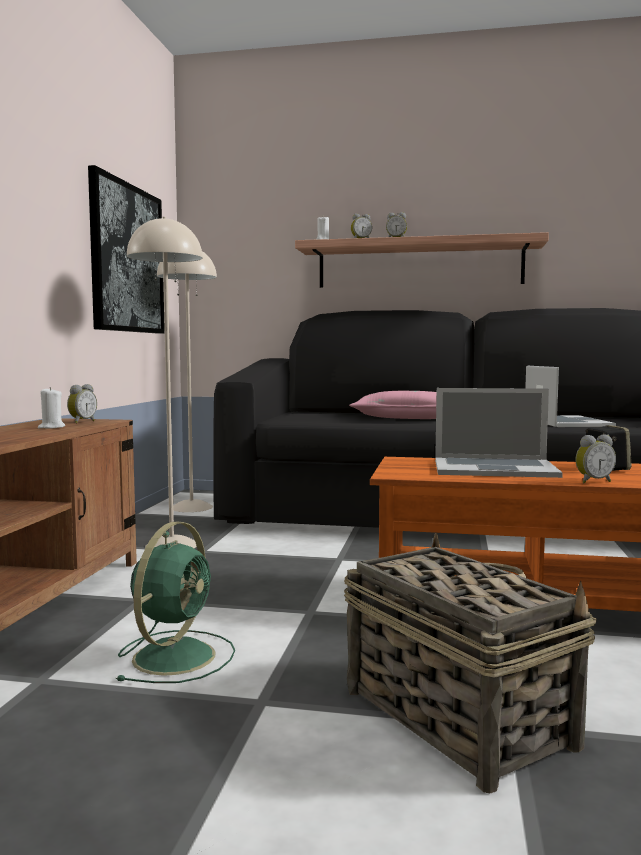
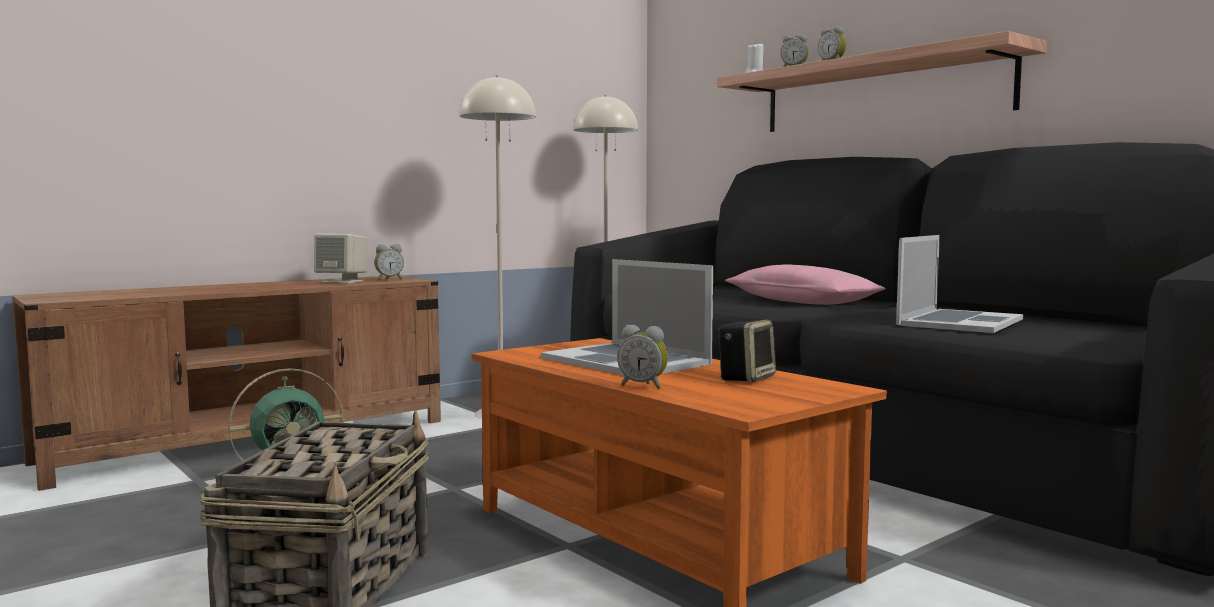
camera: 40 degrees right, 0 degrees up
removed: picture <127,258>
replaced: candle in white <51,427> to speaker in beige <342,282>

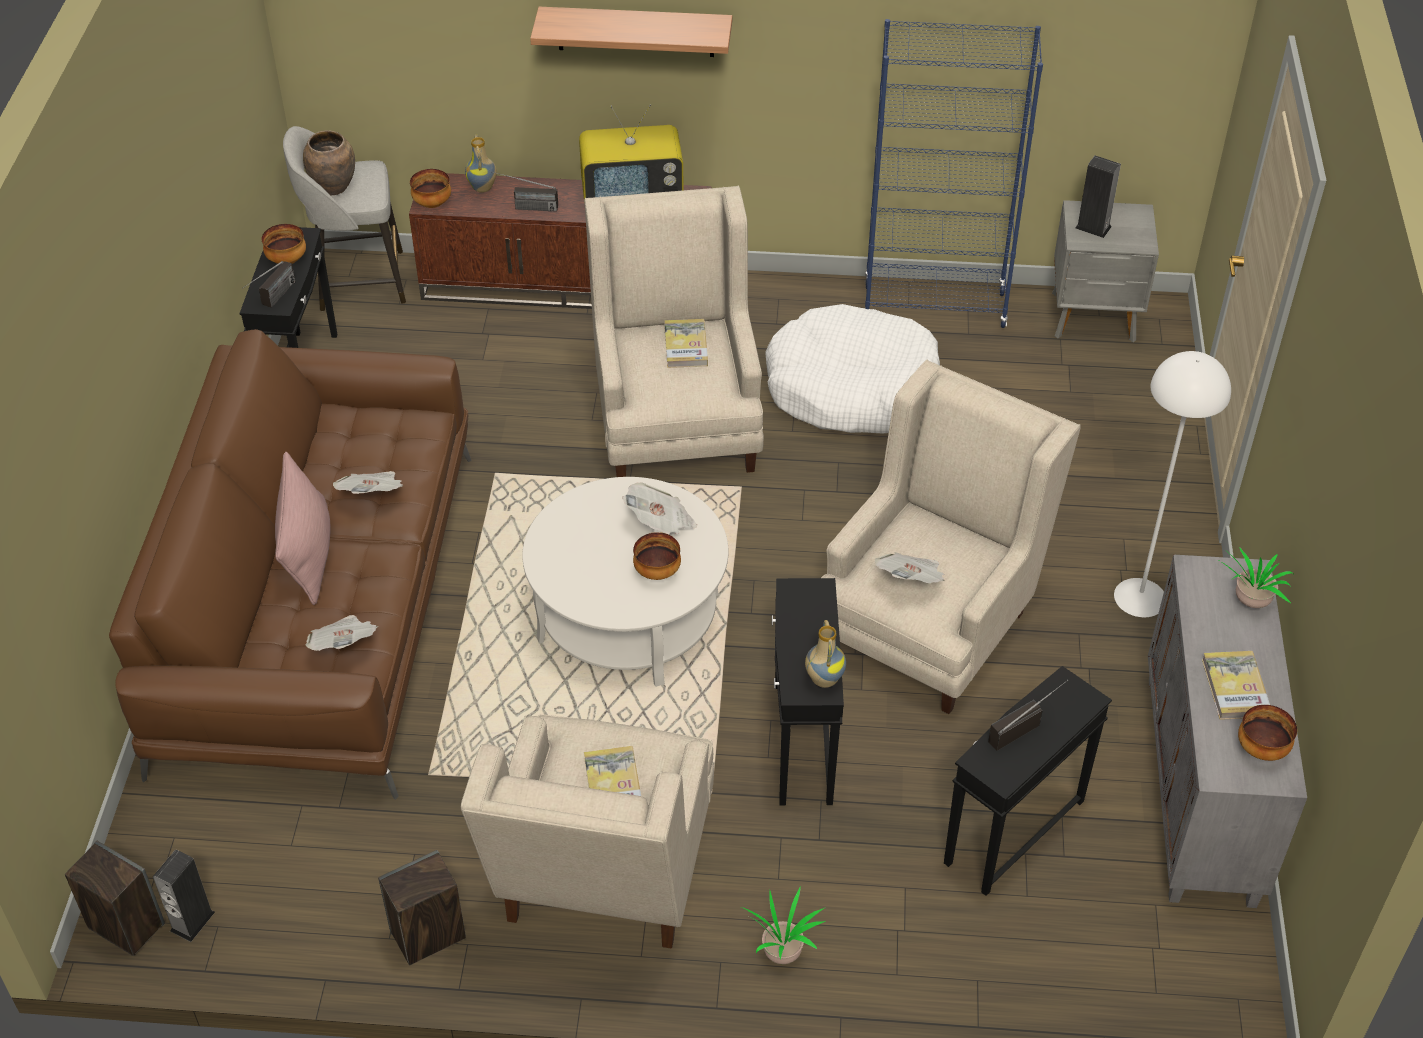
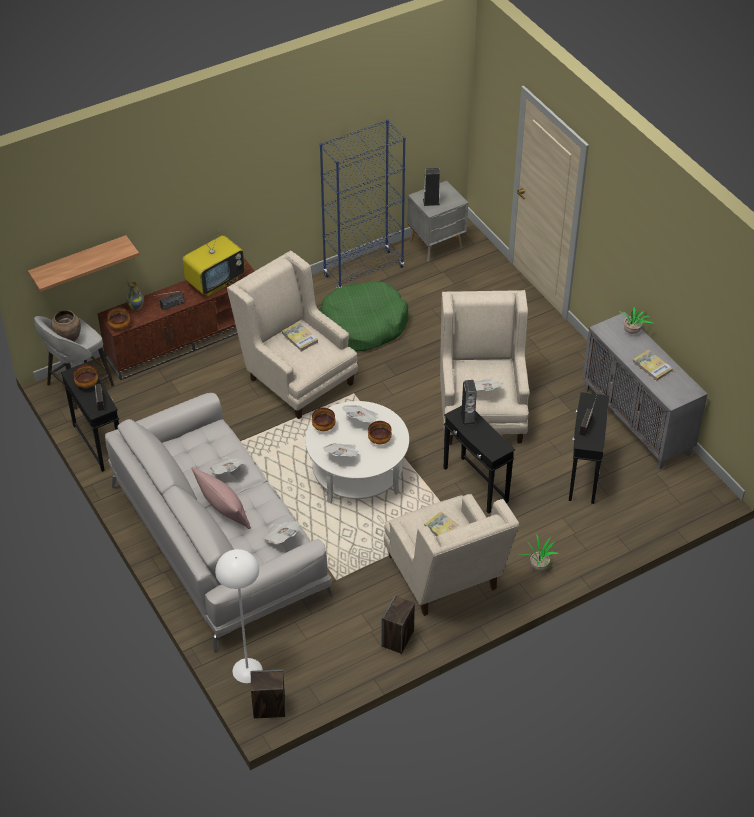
camera: 35 degrees left, 0 degrees up
removed: vase <823,679>
added: newspaper <342,456>
moved: shelf <635,31> to <79,262>; floor lamp in white <1139,597> to <247,670>; bowl <1262,749> to <324,427>; speaker <192,921> to <468,418>
recoloured: sofa in brown <321,605> to sofa in grey <217,539>; dog bed in white <852,388> to dog bed in green <361,326>

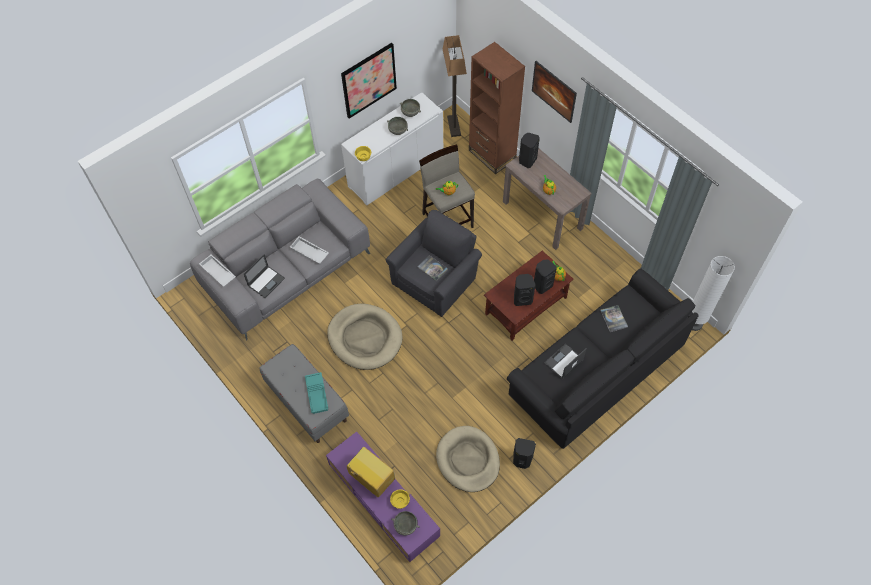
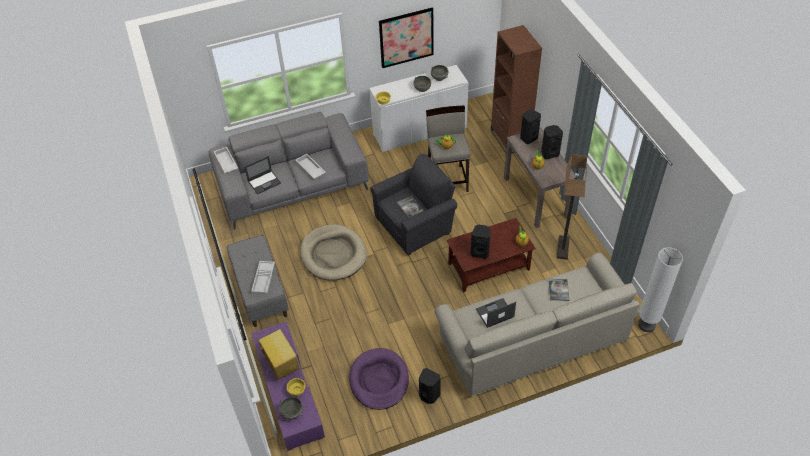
camera: 20 degrees right, 10 degrees down
removed: picture <553,98>
moved: speaker in black <542,285> to <549,153>; floor lamp <454,126> to <563,248>
recoloured: tray in turquoise <317,394> to tray in white <264,279>; dog bed in beige <468,460> to dog bed in purple <379,380>; sofa in black <597,371> to sofa in beige <533,340>

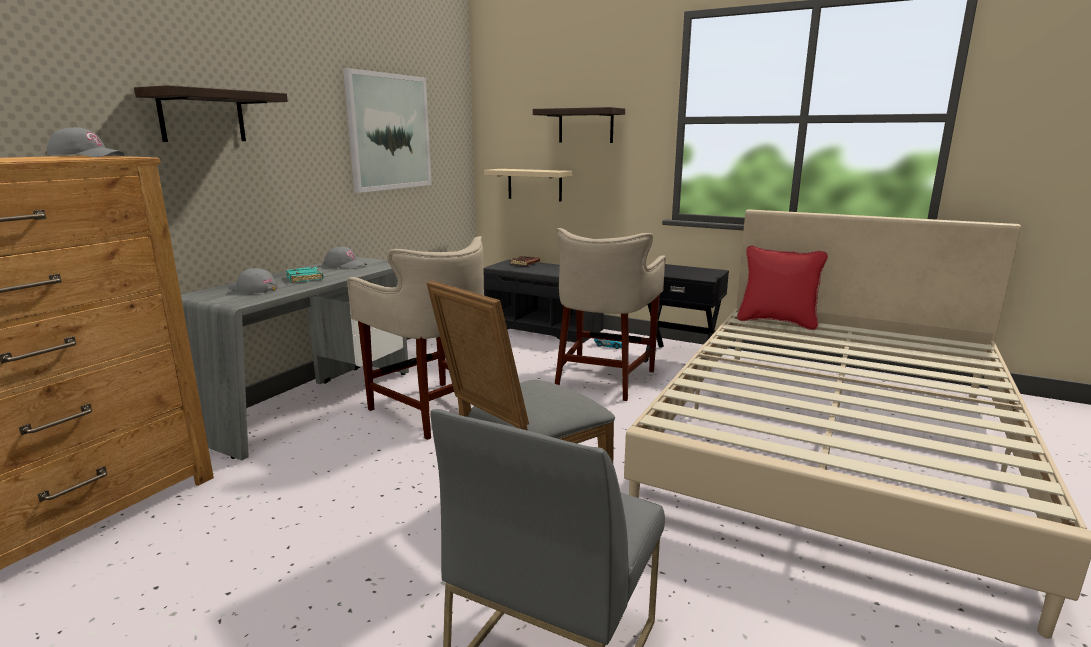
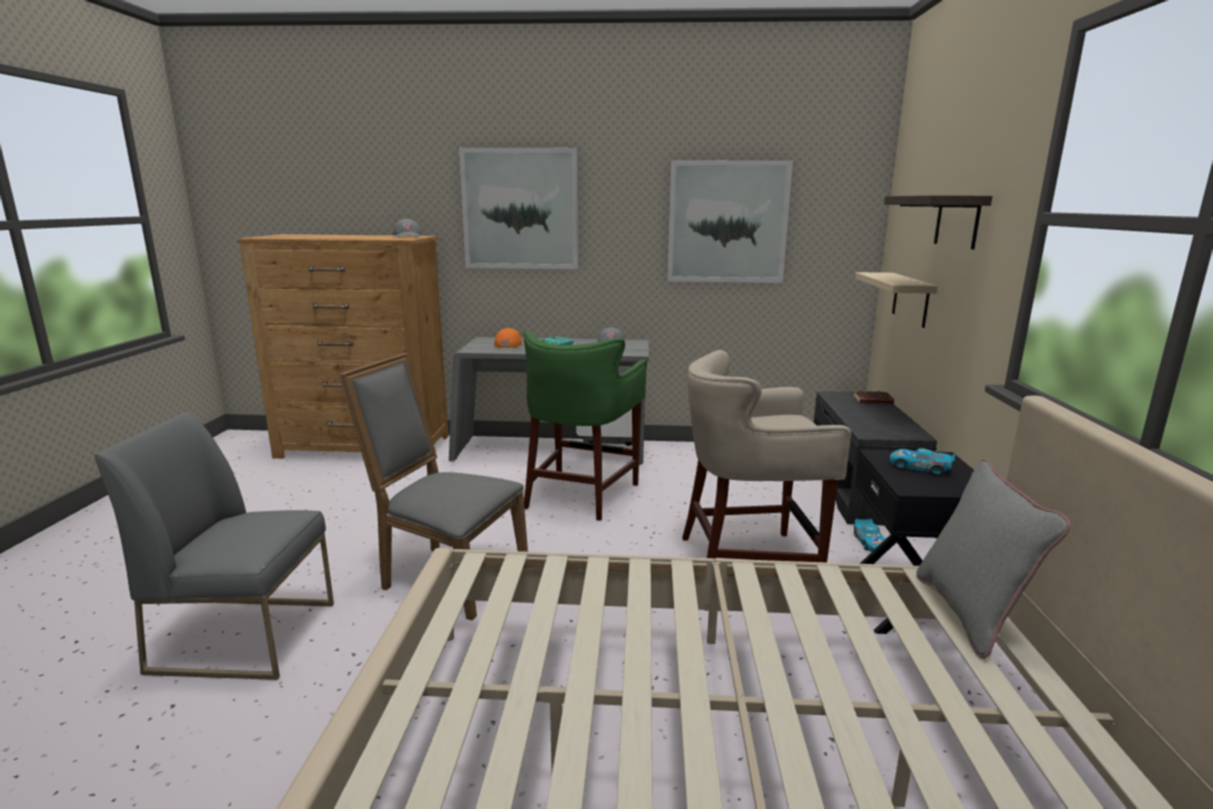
camera: 65 degrees right, 0 degrees up
added: toy car <920,468>
replaced: shelf <202,116> to picture <520,209>
recoloured: cap in grey <252,289> to cap in orange <509,344>; stool in beige <432,409> to stool in green <581,494>; pillow in red <777,322> to pillow in grey <970,614>

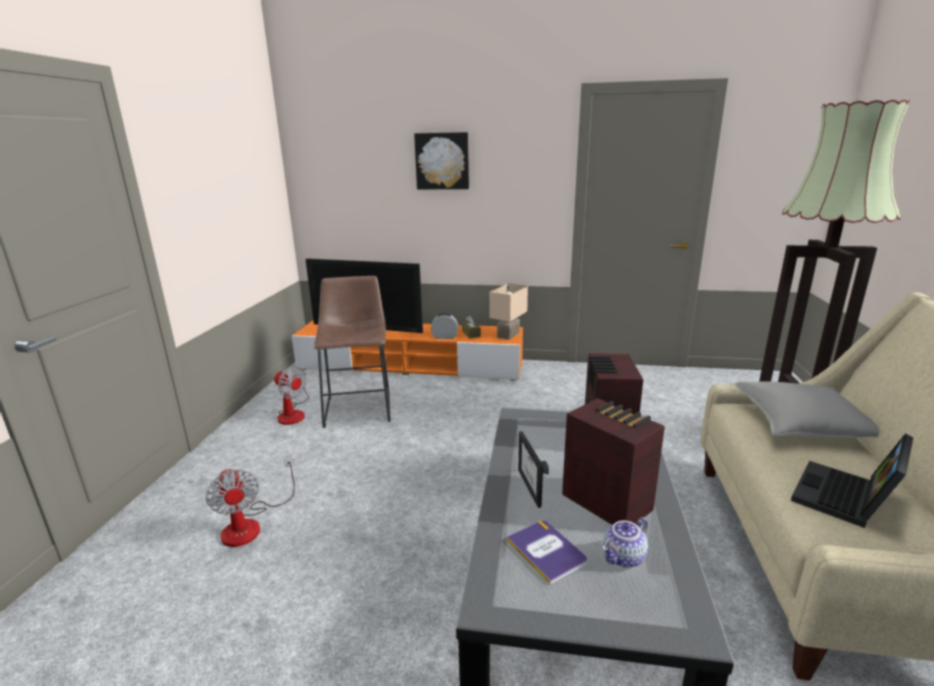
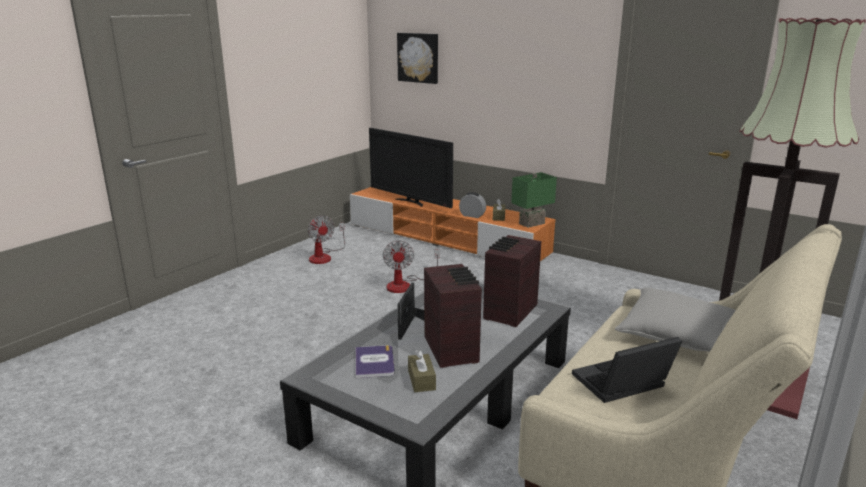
camera: 25 degrees right, 0 degrees up
removed: stool in brown <359,406>
moved: fan <251,524> to <405,285>; picture <442,161> to <418,57>
replaced: teapot <624,558> to tissue box in brown <421,380>
recoloured: table lamp in beige <507,335> to table lamp in green <531,223>

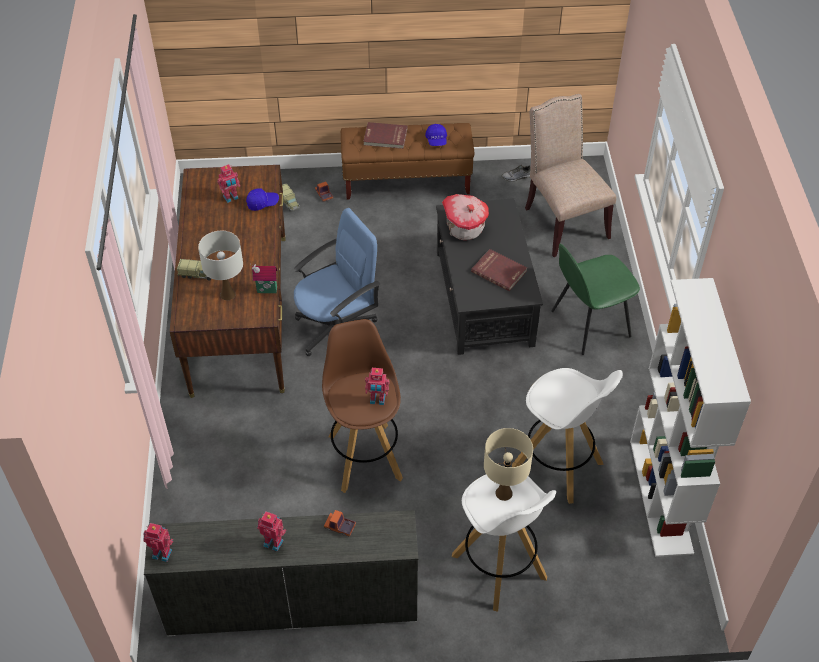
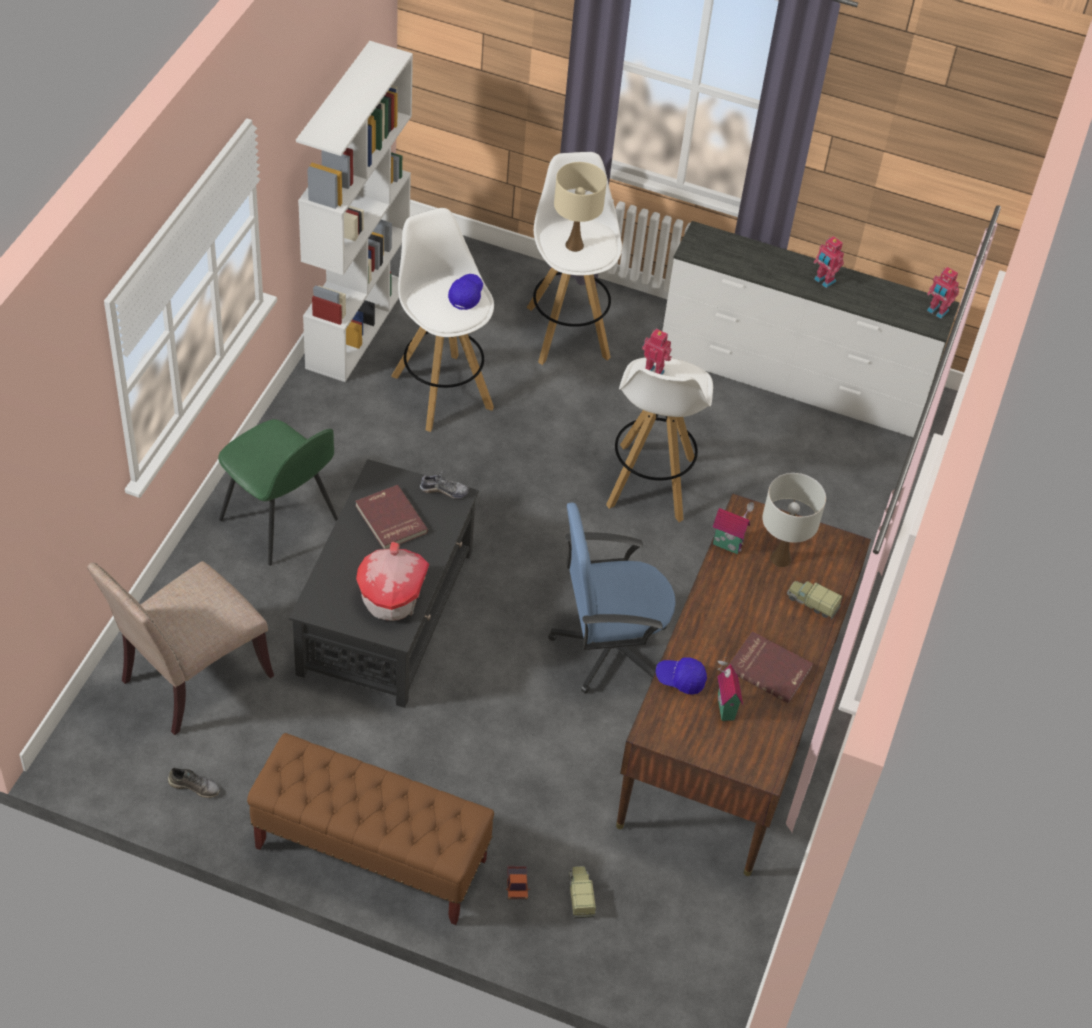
camera: 160 degrees left, 0 degrees up
removed: toy truck <340,527>
added: shoe <444,490>
moved: cap in blue <436,140> to <466,295>; book in red <385,137> to <770,668>
replaced: toy robot <231,198> to toy house <723,708>
recoloured: stool in brown <364,456> to stool in white <650,483>
turned: chair in beige <562,221> = <190,679> 45 degrees clockwise; chair in green <588,324> = <280,522> 45 degrees clockwise

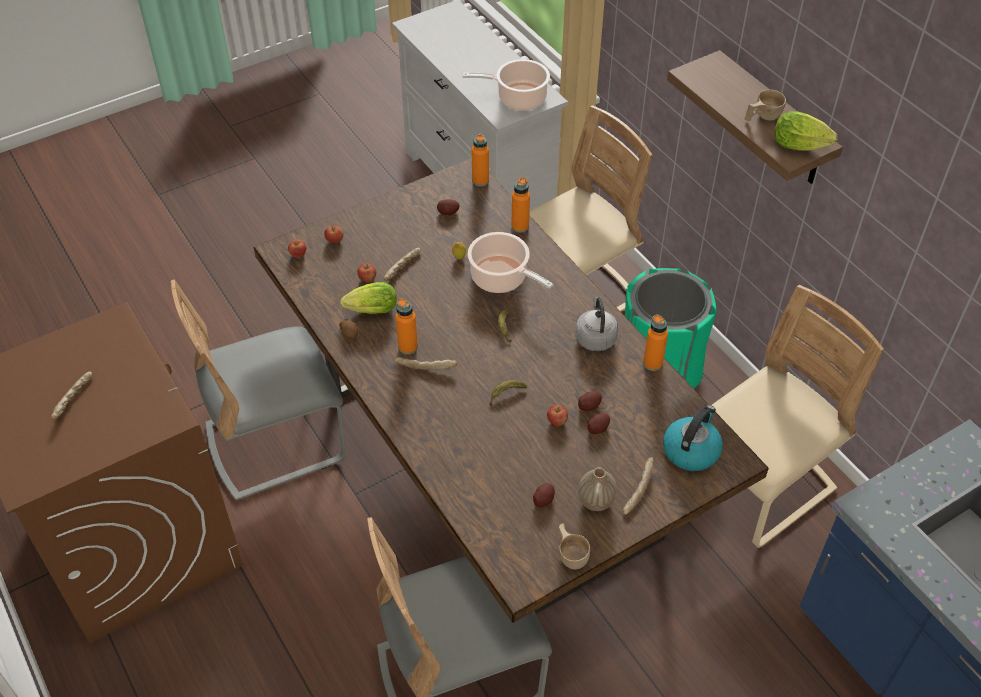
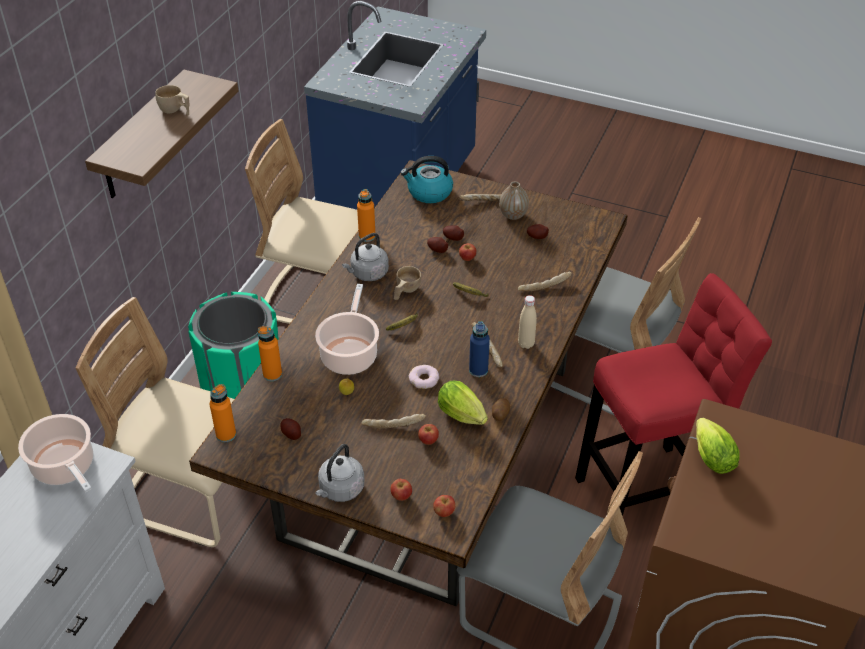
camera: 125 degrees left, 5 degrees down
added: kettle in grey <340,490>; donut <424,379>; bottle in beige <526,344>; stool in red <649,489>
moved: cup in beige <571,554> to <405,291>; bread <74,399> to <544,285>; lettuce <802,147> to <710,455>
recoloured: bottle in orange <408,347> to bottle in blue <478,370>

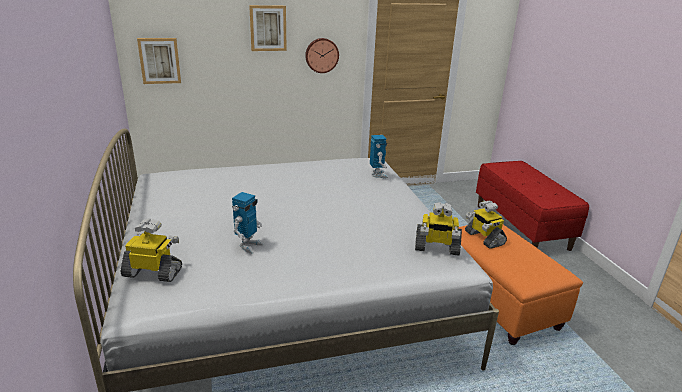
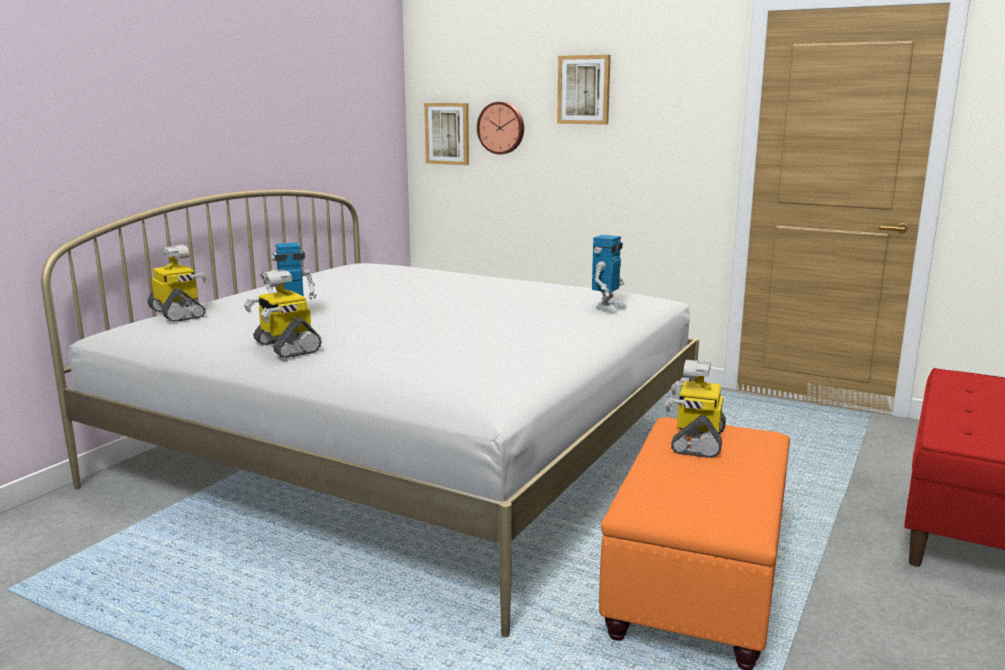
camera: 45 degrees right, 10 degrees down
moved: toy robot <436,247> to <285,347>; wall clock <321,55> to <501,128>

